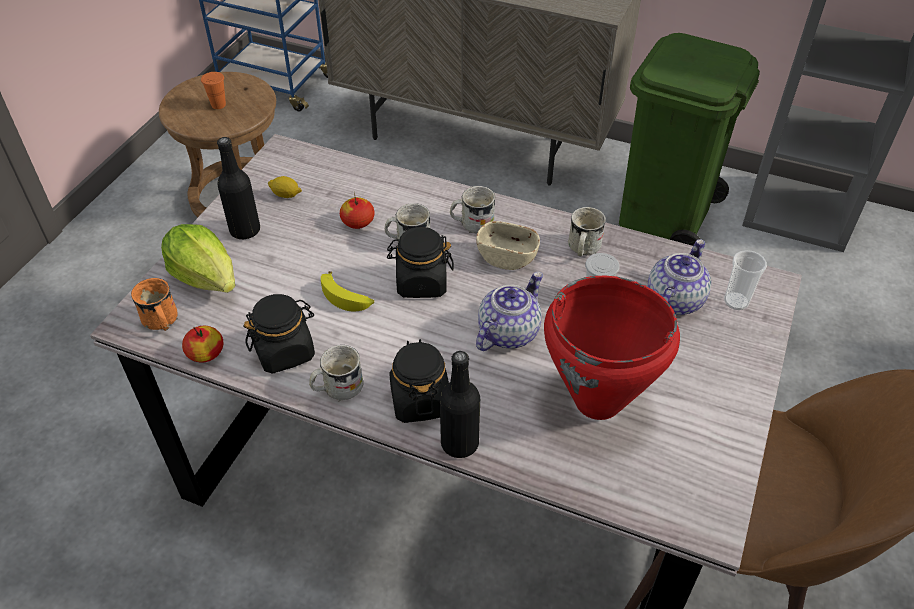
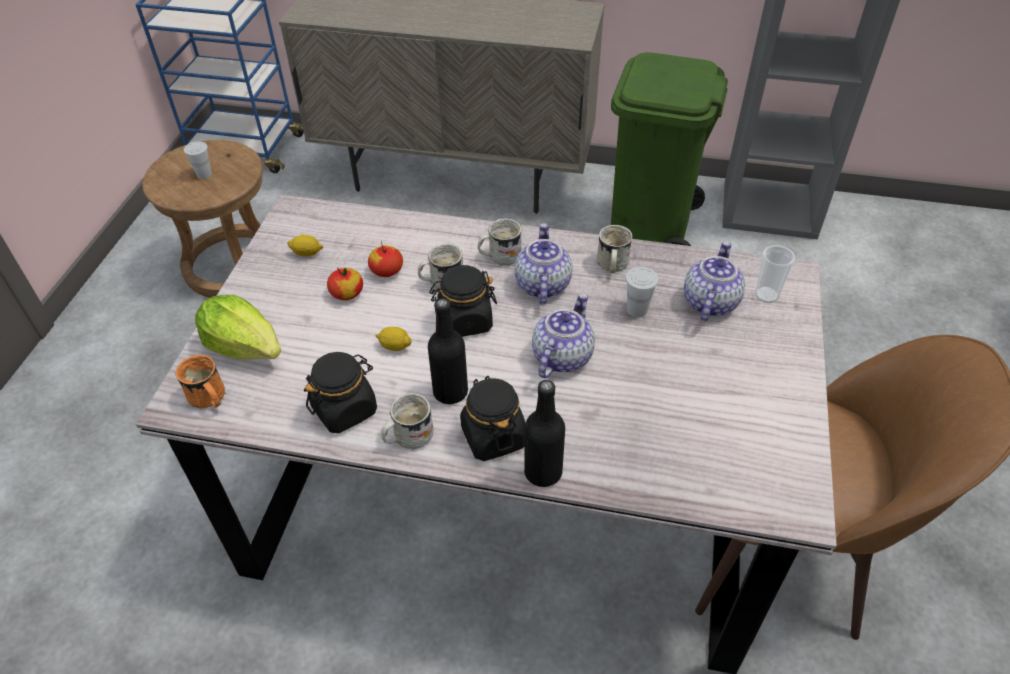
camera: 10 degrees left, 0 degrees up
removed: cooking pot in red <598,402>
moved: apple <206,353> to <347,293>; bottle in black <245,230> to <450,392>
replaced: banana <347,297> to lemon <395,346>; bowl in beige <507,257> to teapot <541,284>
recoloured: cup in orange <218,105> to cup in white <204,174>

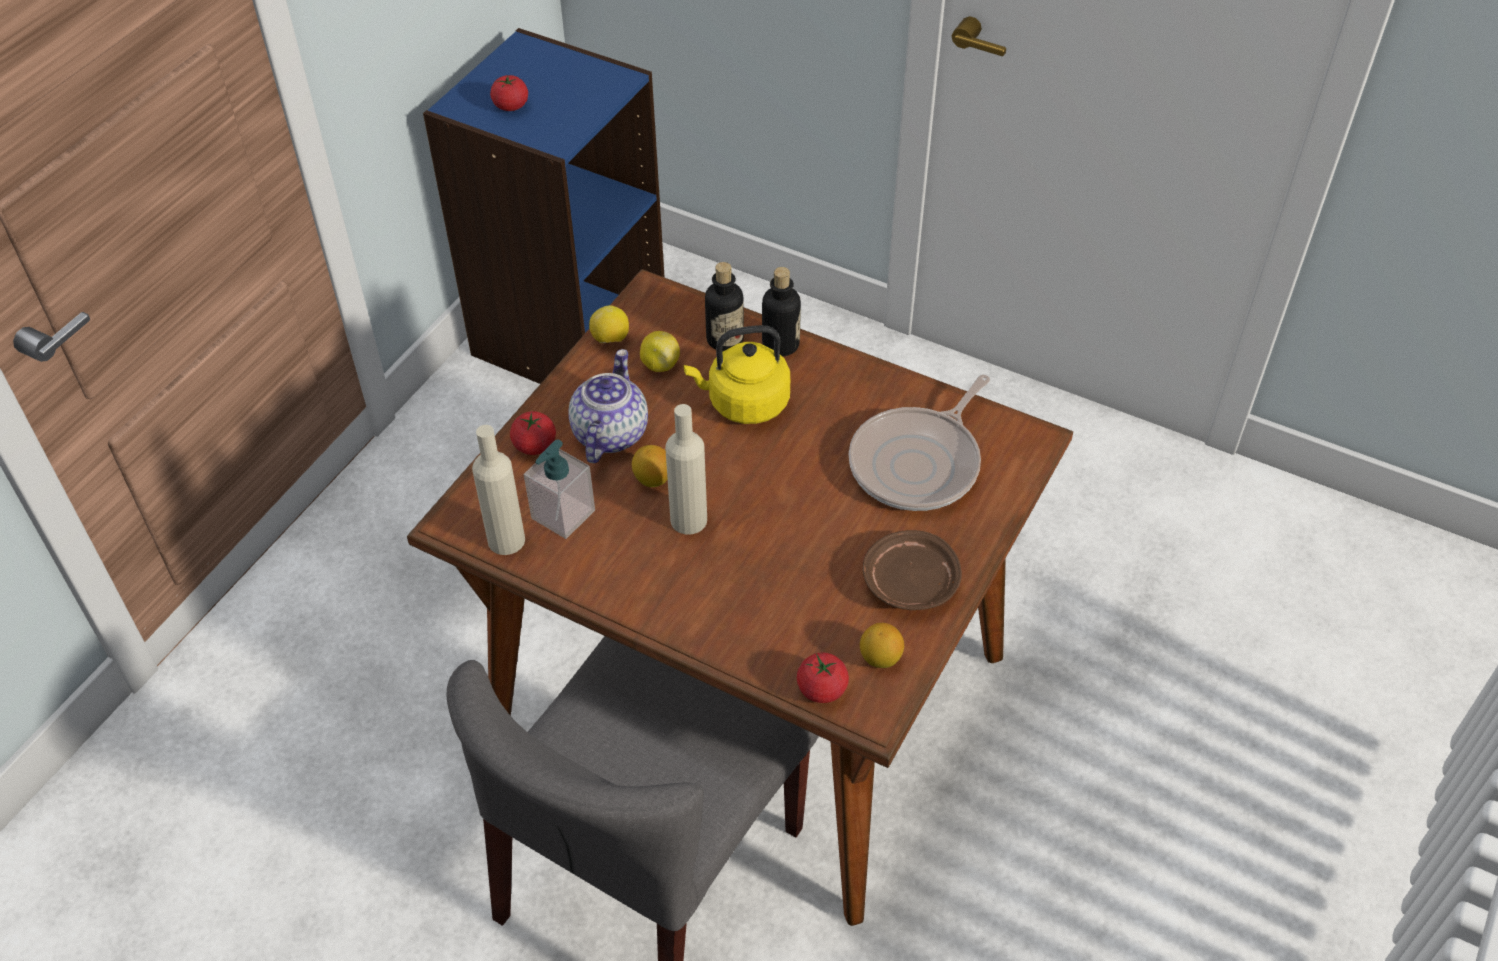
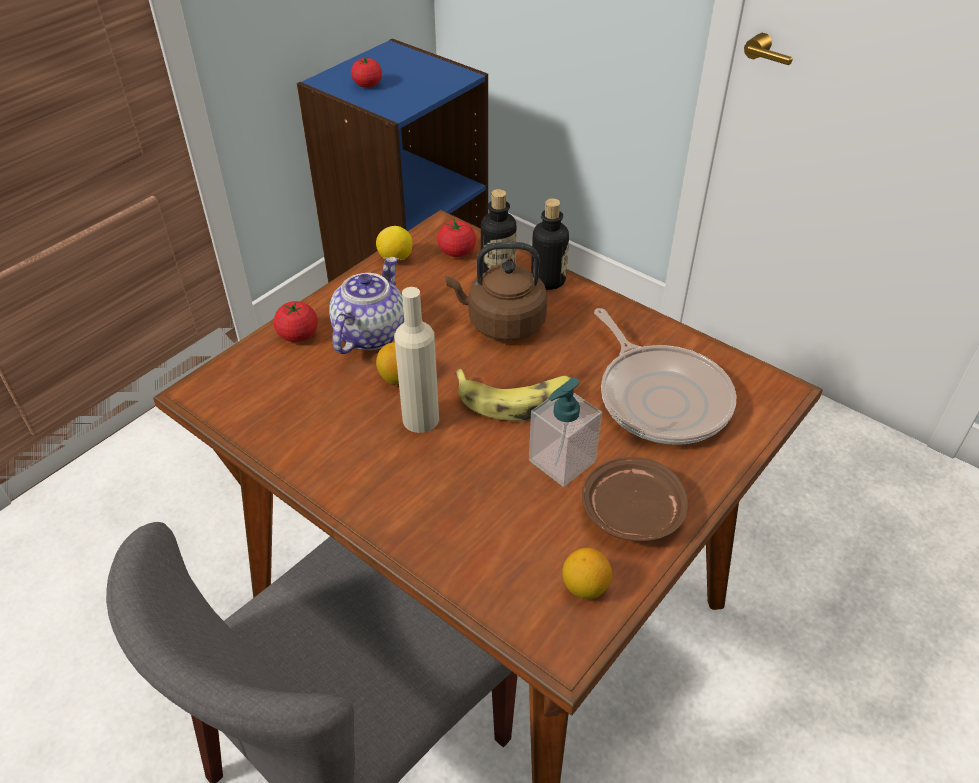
camera: 10 degrees right, 5 degrees down
removed: bottle in beige <506,540>; lemon <660,365>
added: banana <515,399>
moved: tomato <822,689> to <457,252>; soap dispenser <563,515> to <561,461>
recoloured: kettle in yellow <744,403> to kettle in brown <502,324>
turned: frying pan <919,463> = <661,397> 75 degrees counterclockwise

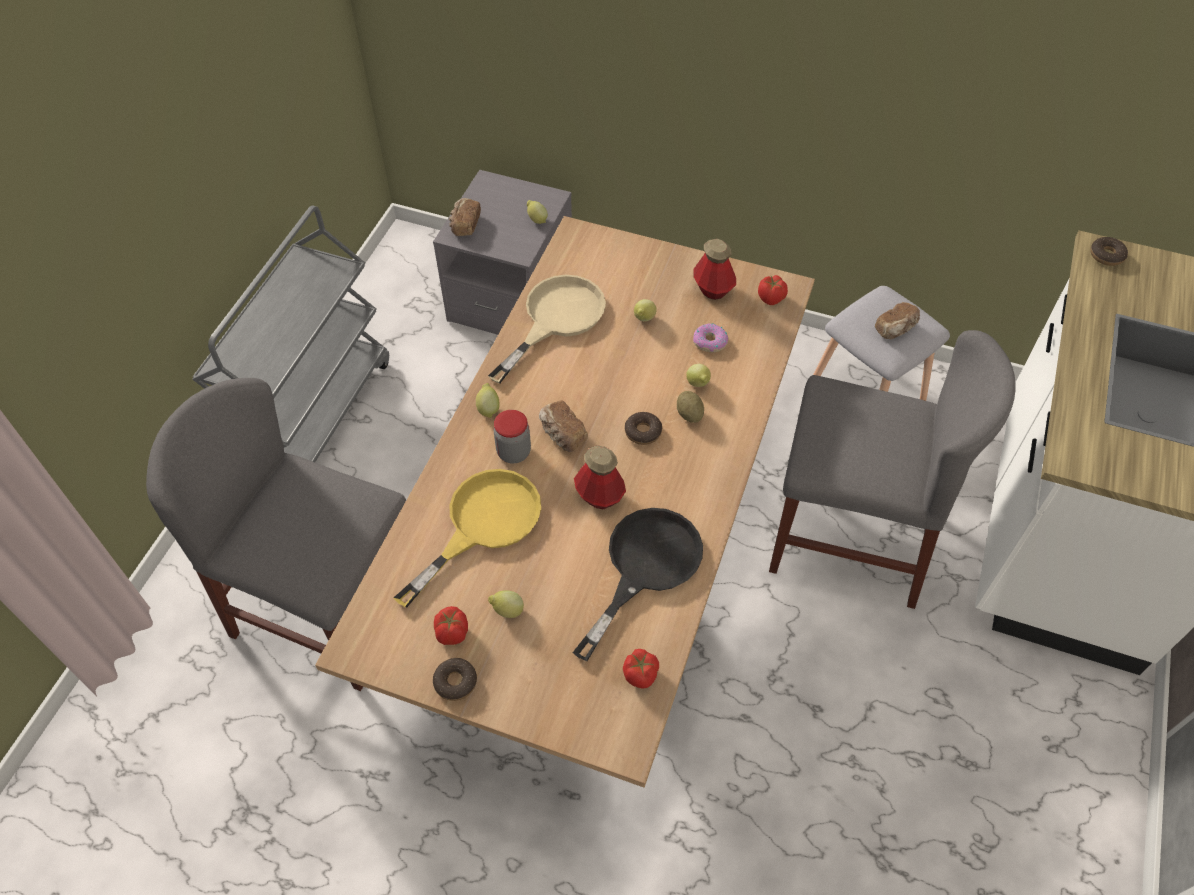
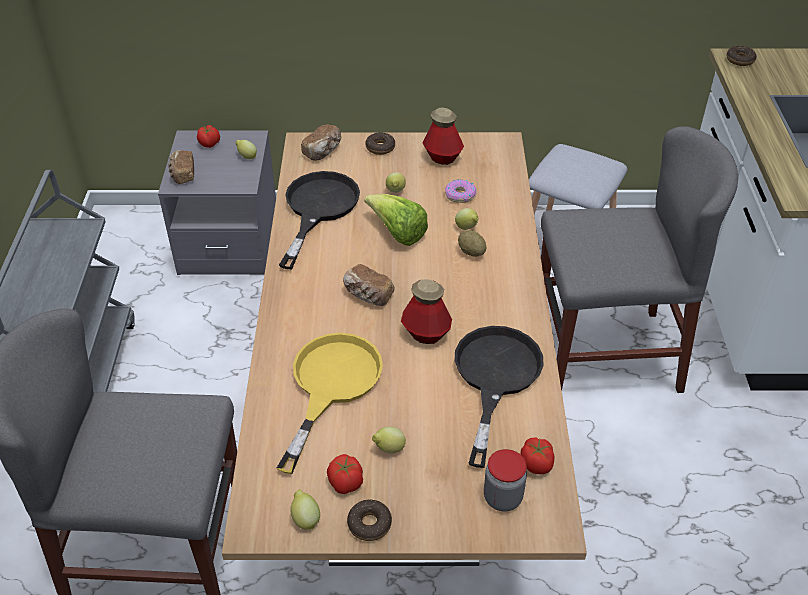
camera: 20 degrees left, 10 degrees down
added: lettuce <397,233>
moved: tomato <771,298> to <210,144>; lemon <488,408> to <305,518>; bread <896,329> to <323,151>; donut <643,432> to <380,147>; jar <514,452> to <502,498>
recoloured: frying pan in beige <556,319> to frying pan in black <318,209>

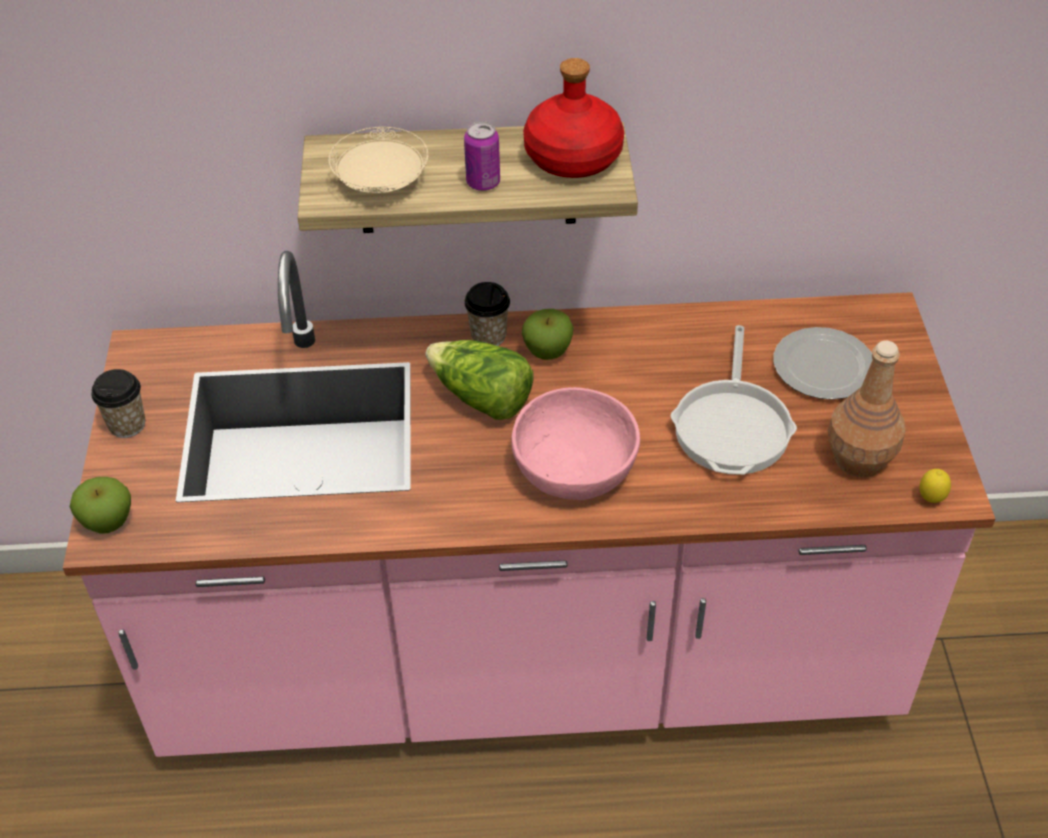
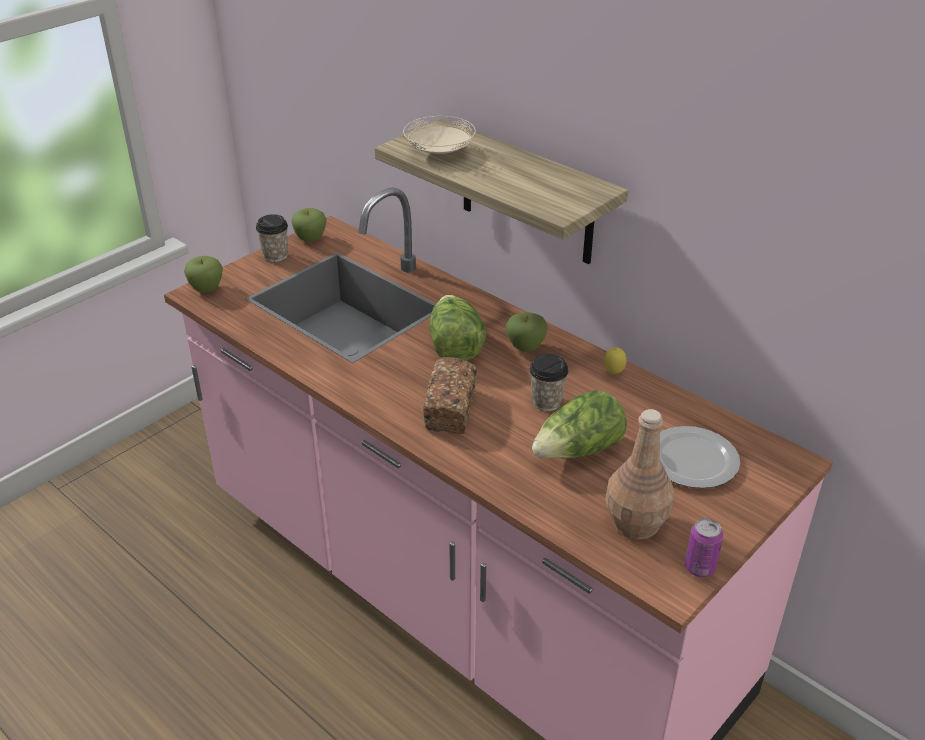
camera: 45 degrees right, 10 degrees down
removed: bottle in red <572,157>
added: apple <310,239>
moved: cup <488,336> to <546,402>; lemon <930,499> to <613,373>; can <483,183> to <699,568>
replaced: bowl in pink <575,468> to bread <451,409>; frying pan <732,425> to lettuce <578,451>

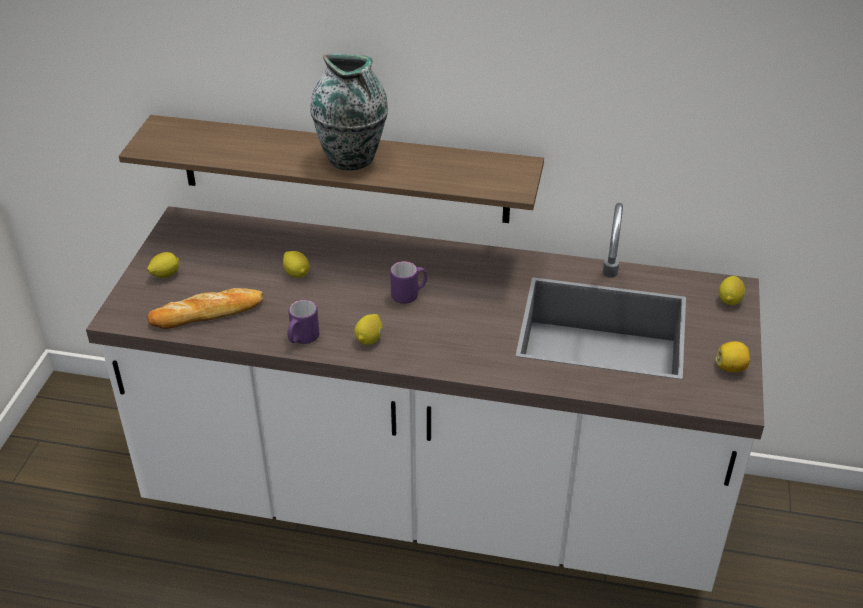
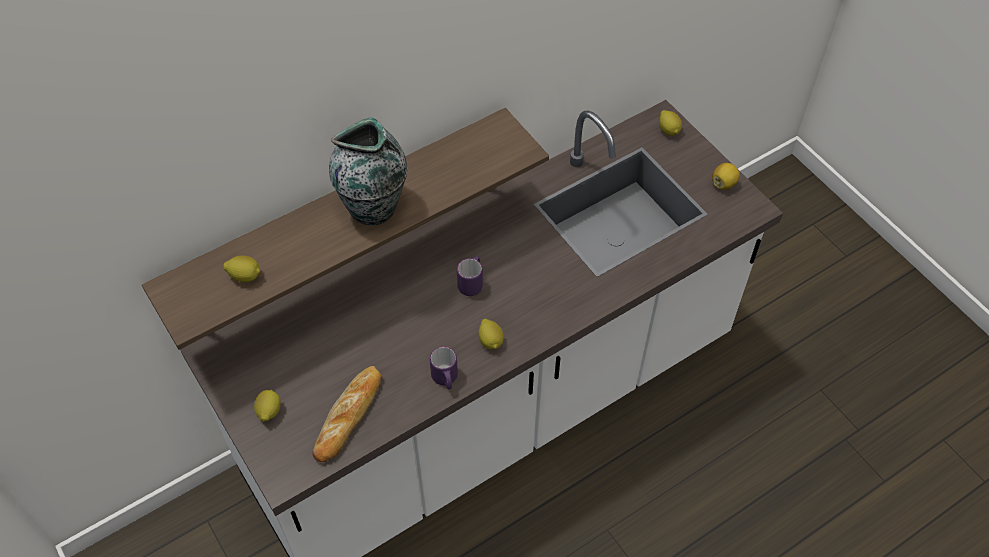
camera: 45 degrees left, 15 degrees up
moved: lemon <296,273> to <245,276>

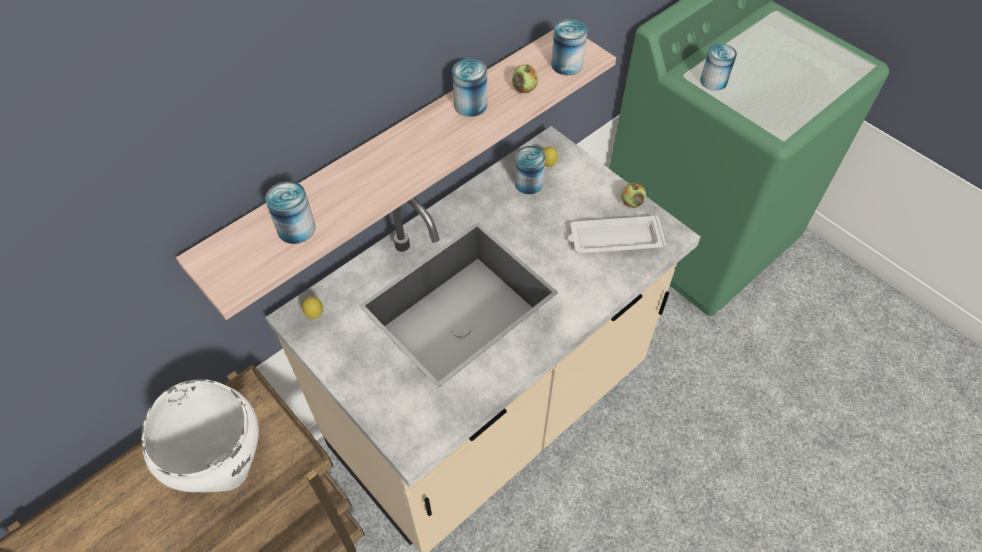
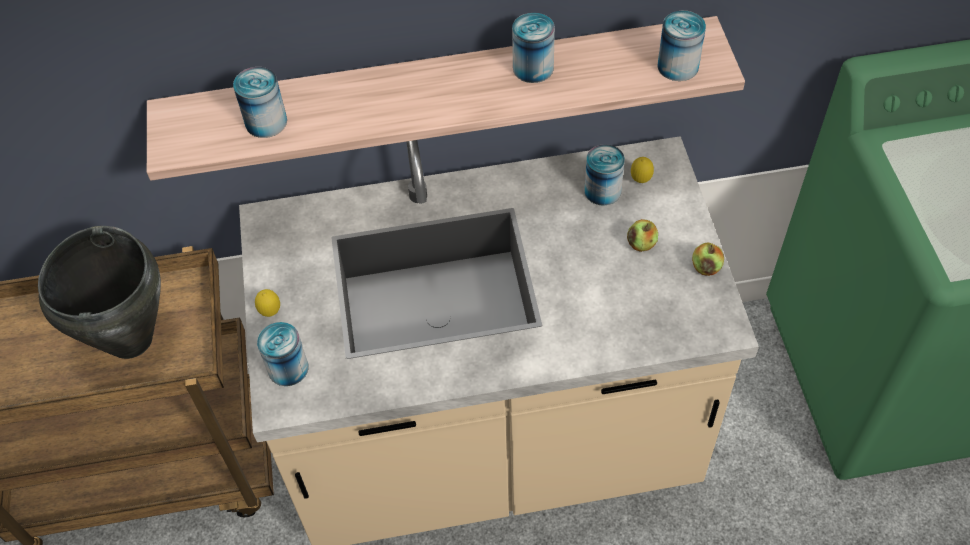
camera: 35 degrees right, 0 degrees up
removed: tray in white <614,239>
moved: lemon <315,315> to <270,312>; can <713,81> to <288,368>; apple <524,88> to <641,244>
recoloured: cooking pot in white <228,472> to cooking pot in black <129,340>

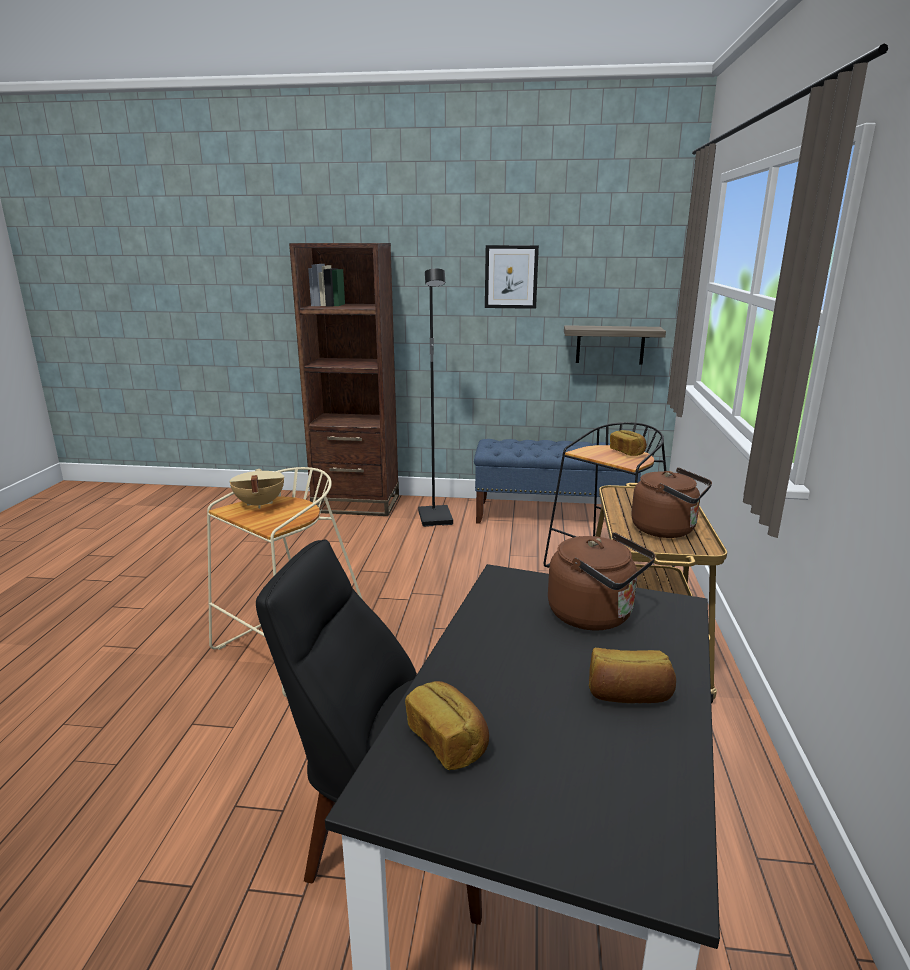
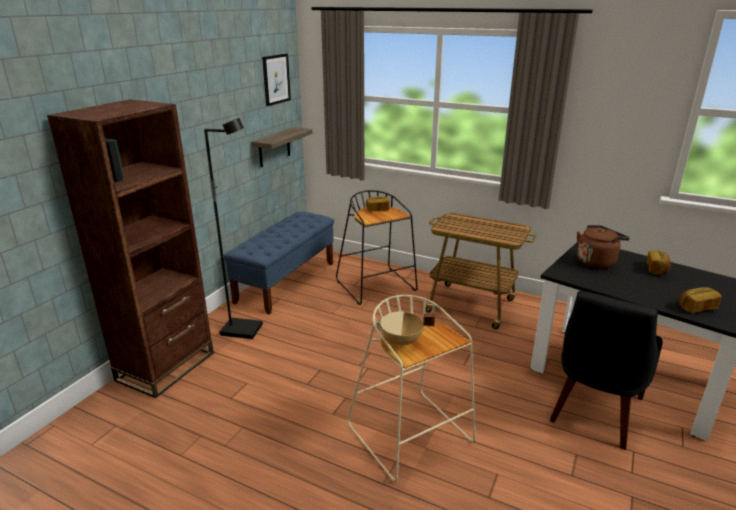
camera: 70 degrees left, 5 degrees up
removed: kettle in brown <667,530>
moved: picture <511,277> to <276,79>

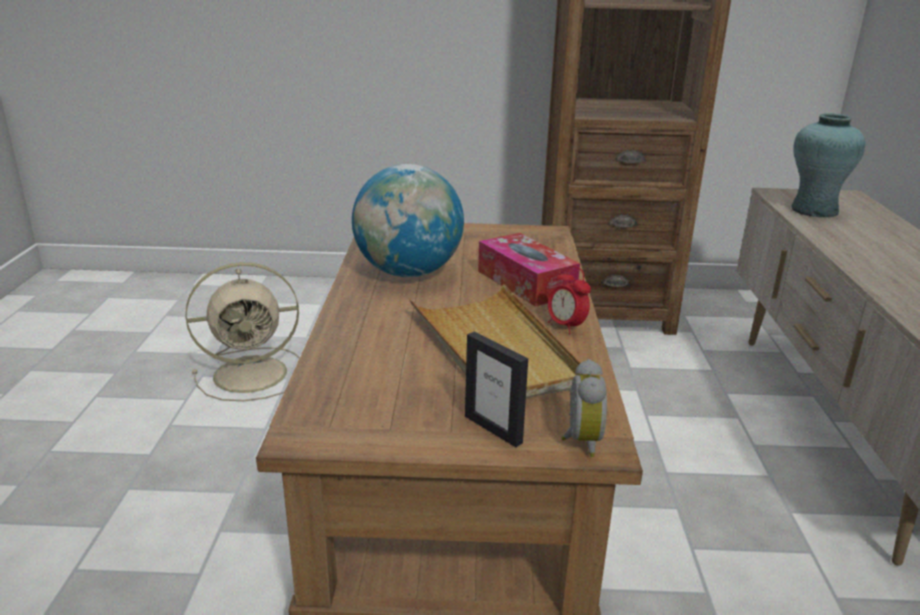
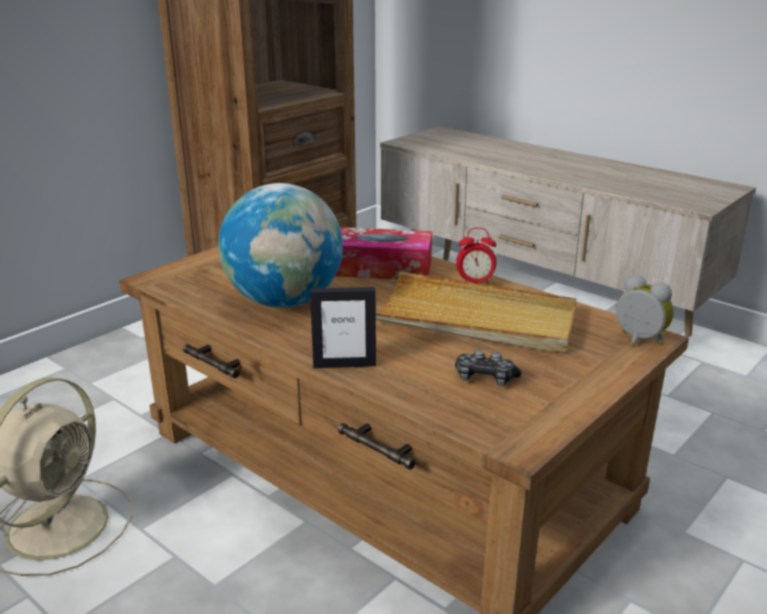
camera: 50 degrees left, 0 degrees up
removed: vase in turquoise <813,210>
added: game controller <485,378>
moved: picture frame <493,429> to <344,364>

